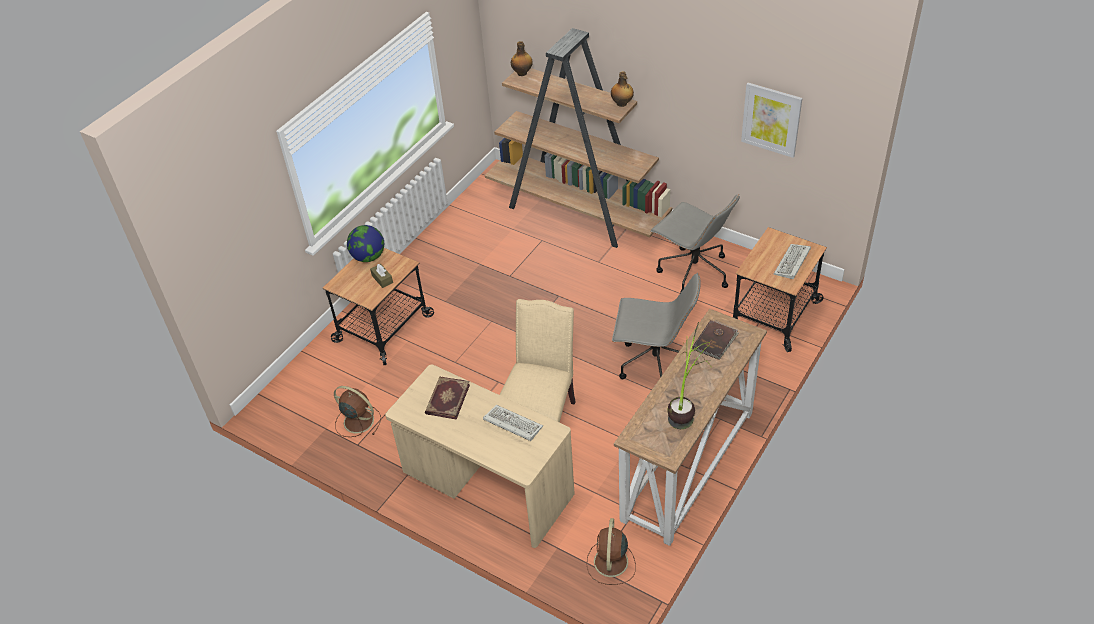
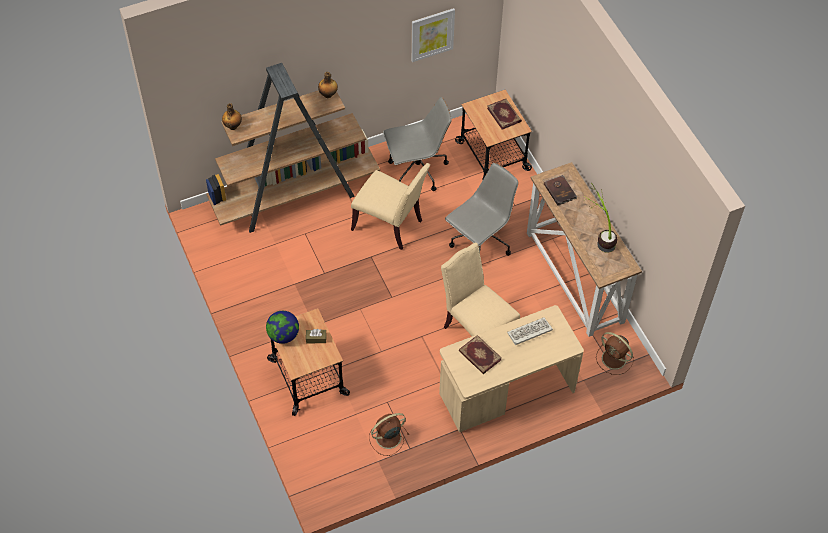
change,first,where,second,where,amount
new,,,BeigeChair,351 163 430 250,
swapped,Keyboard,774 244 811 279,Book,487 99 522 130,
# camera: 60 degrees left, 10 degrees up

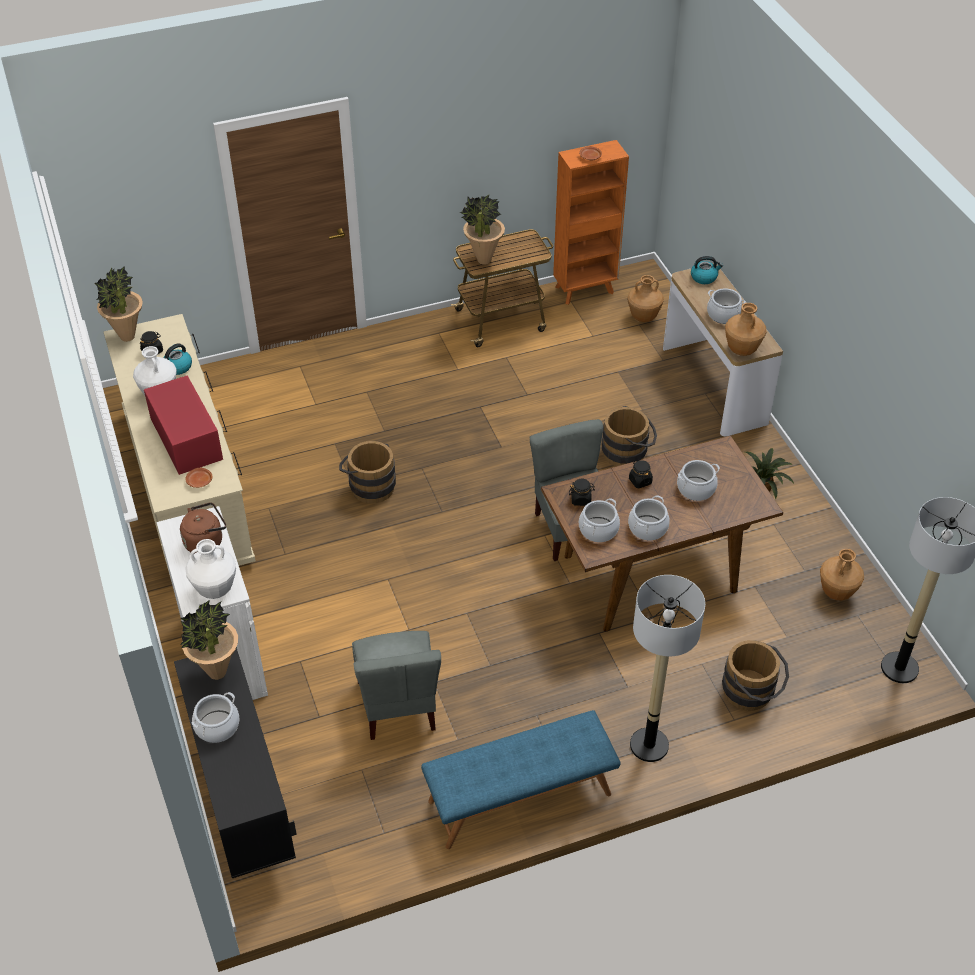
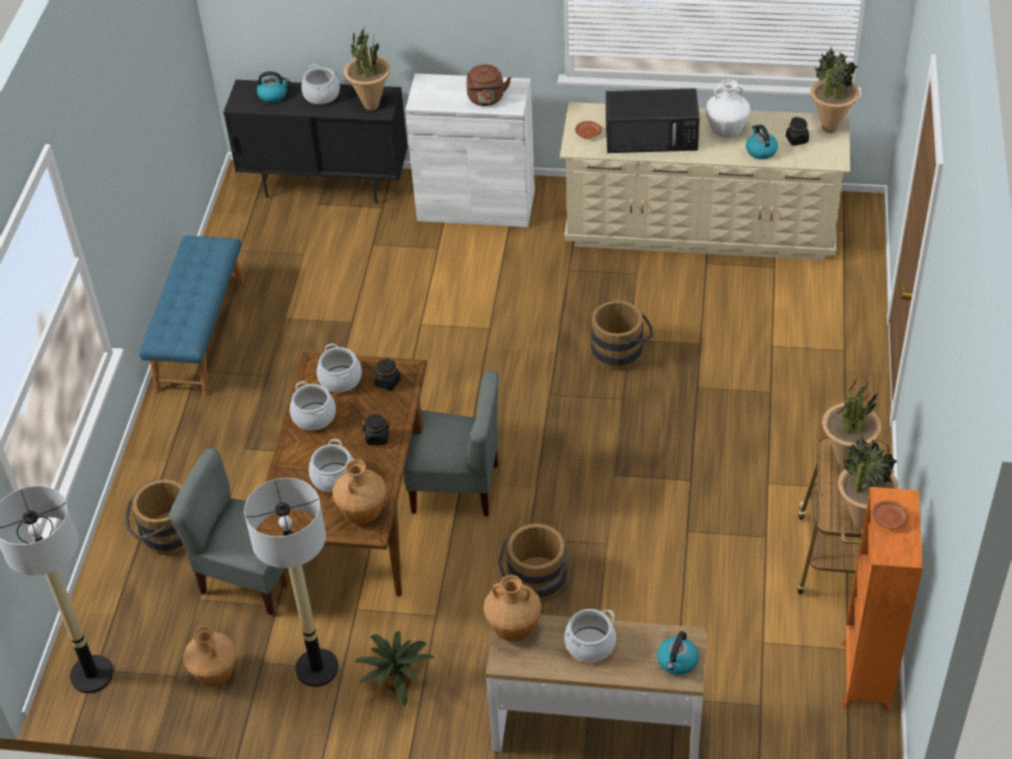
change,first,where,second,where,amount
gone,WhiteVase,185 539 236 599,,,
new,,,Kettle,257 71 290 103,
new,,,PottedPlant,838 435 899 528,
shifted,GreyChair,352 631 441 740,,169 448 285 615,
shifted,BrownVase,627 275 664 322,,332 459 386 524,
shifted,FloorLamp,630 575 705 762,,244 478 339 687,
repainted,RedMicrowave,144 375 223 475,BlackMicrowave,606 88 700 153,
# camera: 120 degrees right, 0 degrees up

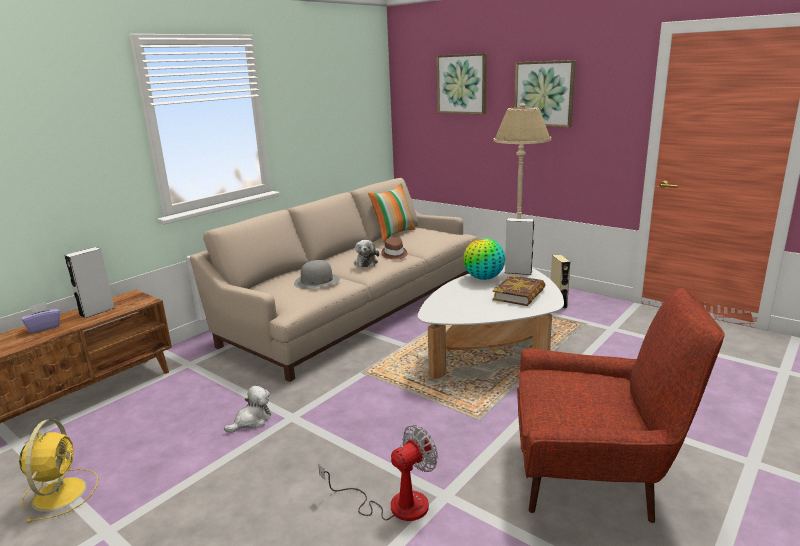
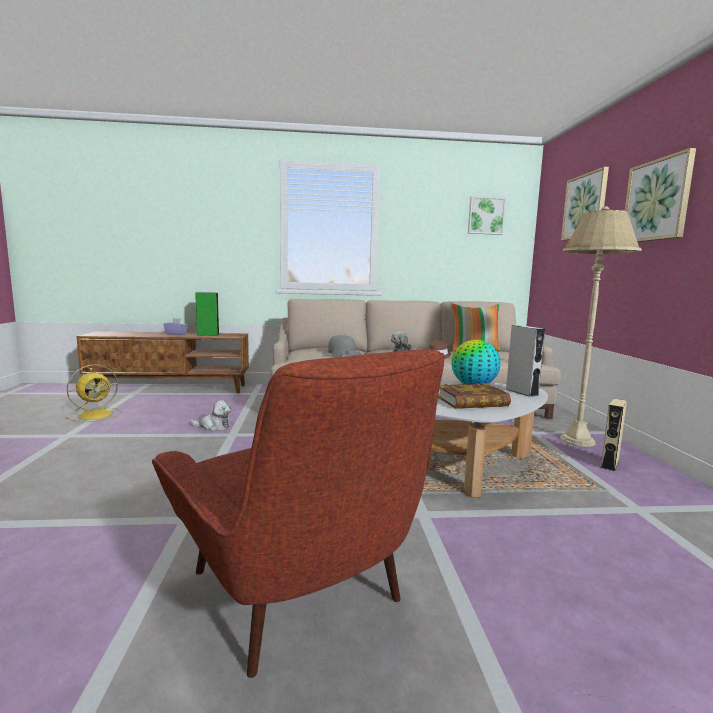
change,first,where,second,where,amount
gone,Fan,319 425 438 521,,,
new,,,Picture,468 196 506 235,
repainted,GreySpeaker,64 247 115 319,GreenSpeaker,195 292 219 336,
# camera: 45 degrees right, 10 degrees down

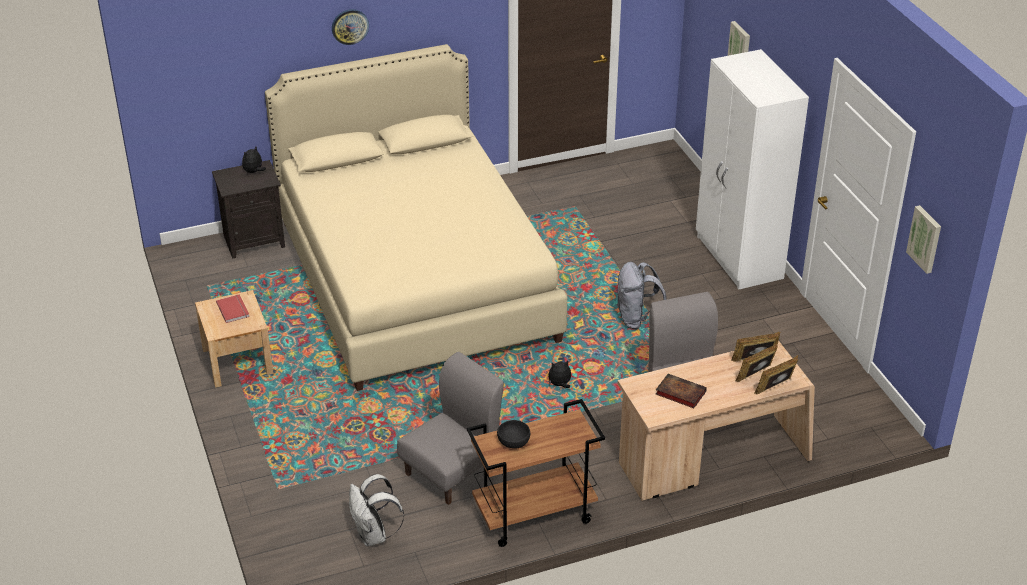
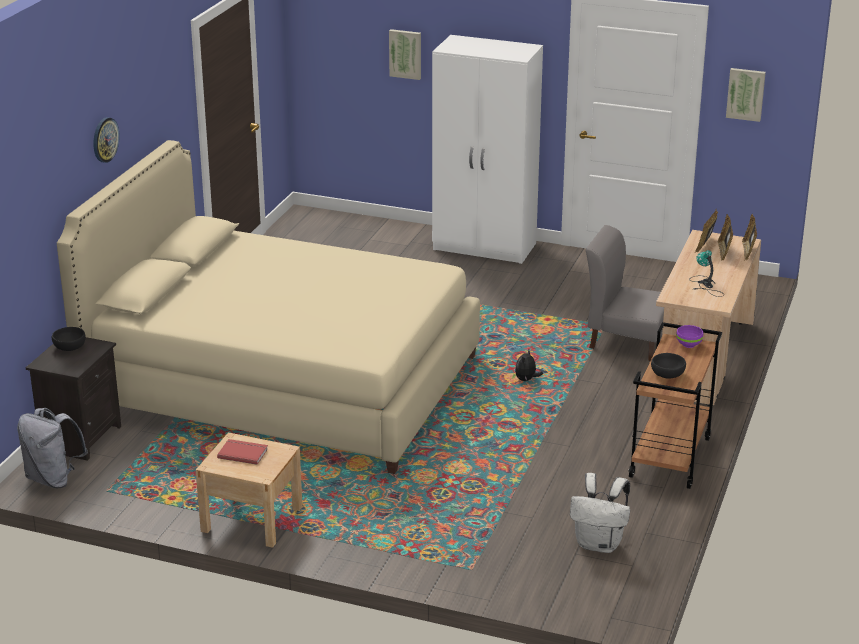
change,first,where,second,where,amount
gone,GreyChair,397 352 504 505,,,
new,,,PurpleBowl,676 325 703 348,
shifted,GreyBackpack,617 262 667 329,,17 408 88 488,
swapped,PlushToy,242 146 266 173,BlackBowl,52 327 86 351,
swapped,Book,656 374 707 408,TableLamp,689 250 724 297,
# camera: 50 degrees left, 10 degrees down

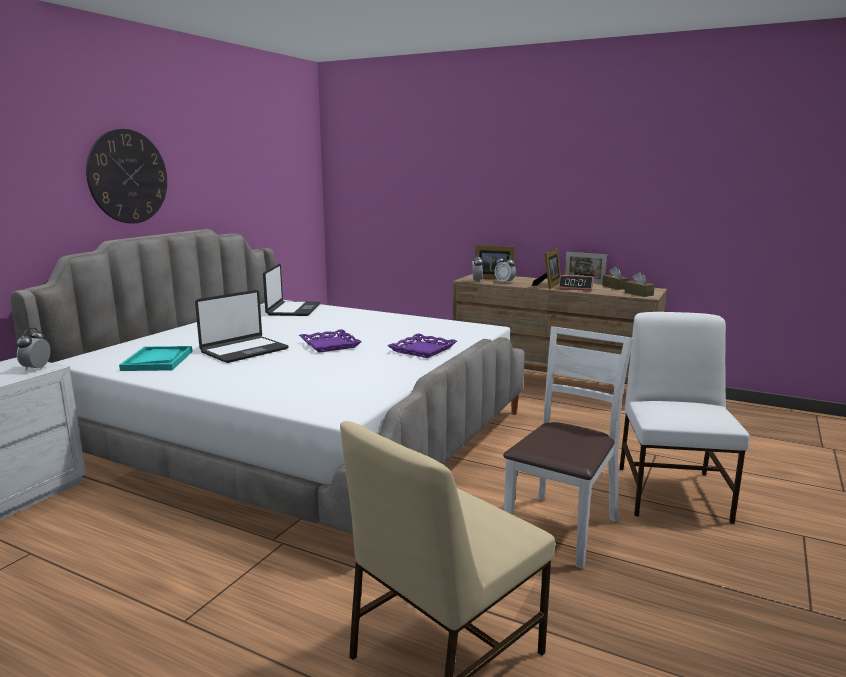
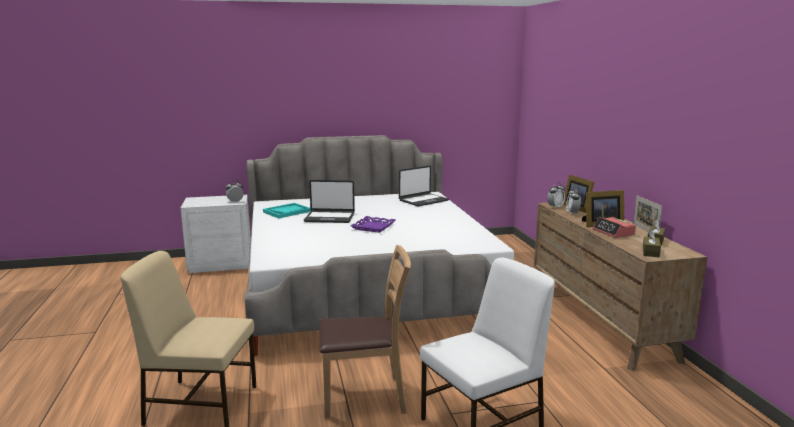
change,first,where,second,where,amount
gone,WallClock,86 129 167 224,,,
gone,PurpleTray,388 334 457 358,,,
repainted,WhiteChair,503 327 634 569,BrownChair,319 245 411 419,
# camera: 50 degrees right, 0 degrees up

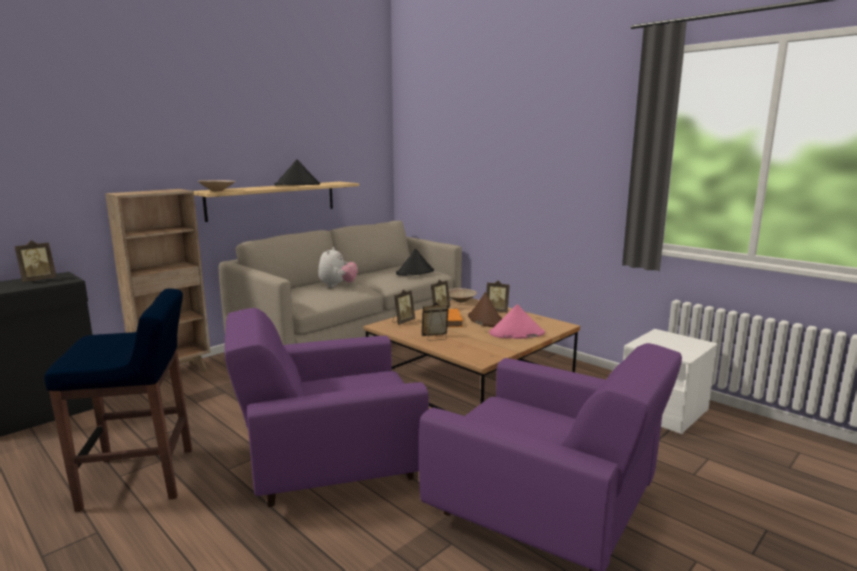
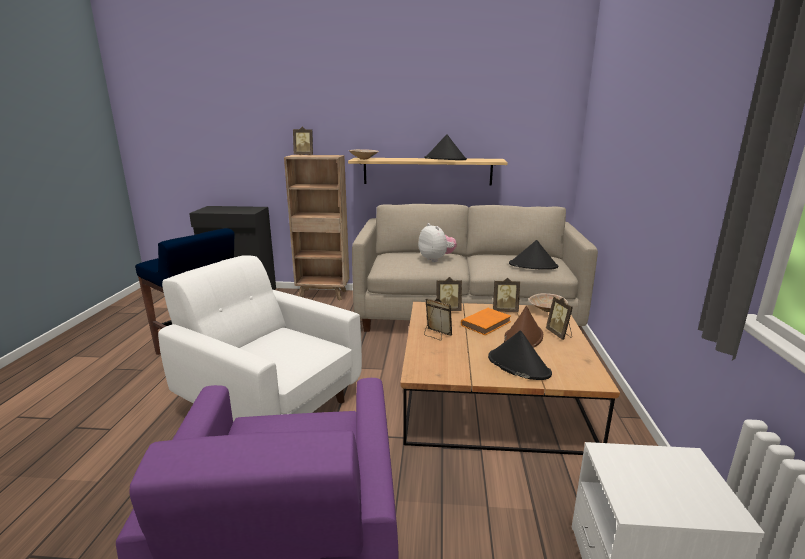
change,first,where,second,where,amount
shifted,PictureFrame,15 240 56 282,,293 127 313 155,
repainted,PurpleArmchair,225 308 429 507,WhiteArmchair,158 256 362 422,
repainted,PinkHat,489 304 545 339,BlackHat,488 330 552 380,
rotated,PlushToy,318 247 358 288,,418 223 457 262,90 degrees counterclockwise
# camera: 50 degrees right, 5 degrees up

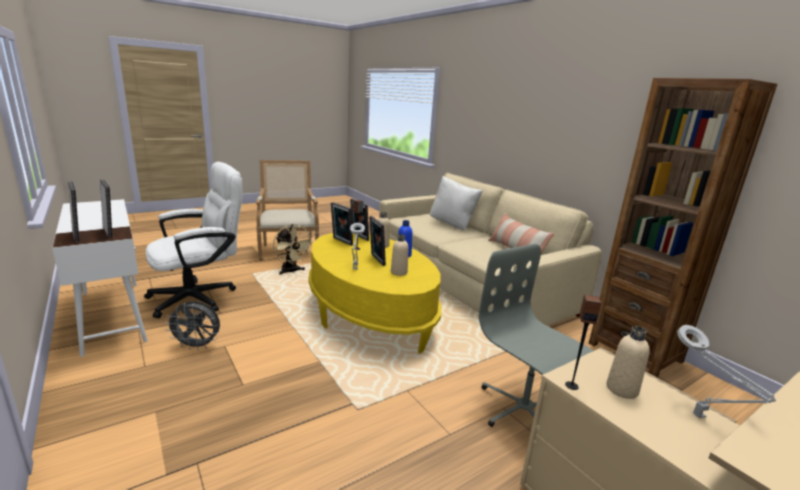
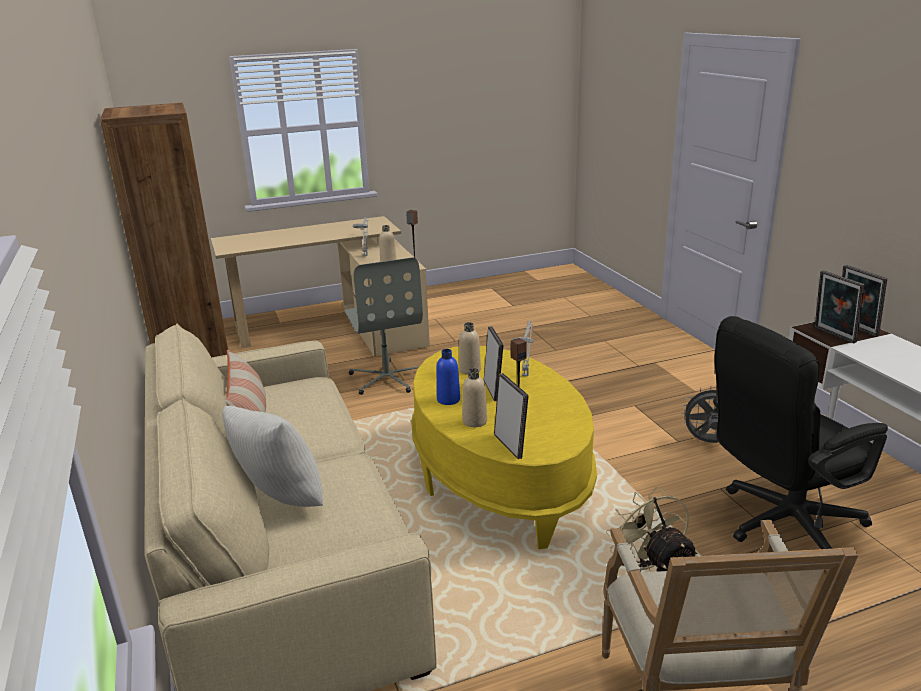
change,first,where,second,where,amount
gone,PictureFrame,331 202 353 246,,,
repainted,WhiteOfficeChair,144 162 243 318,BlackOfficeChair,713 316 888 549,
# camera: 165 degrees left, 5 degrees up

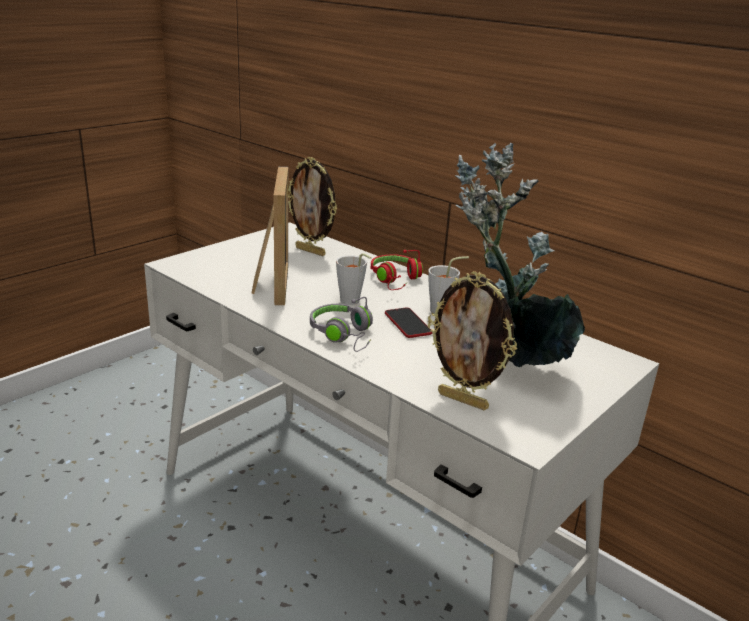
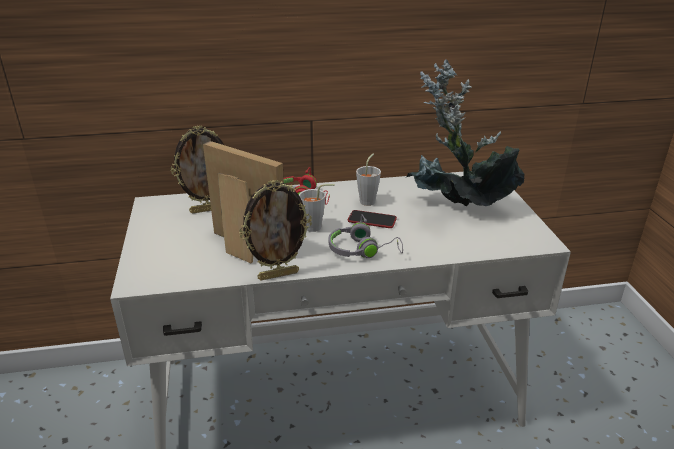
change,first,where,second,where,amount
shifted,PictureFrame,428 271 517 410,,239 180 312 281,
# camera: 50 degrees left, 5 degrees up

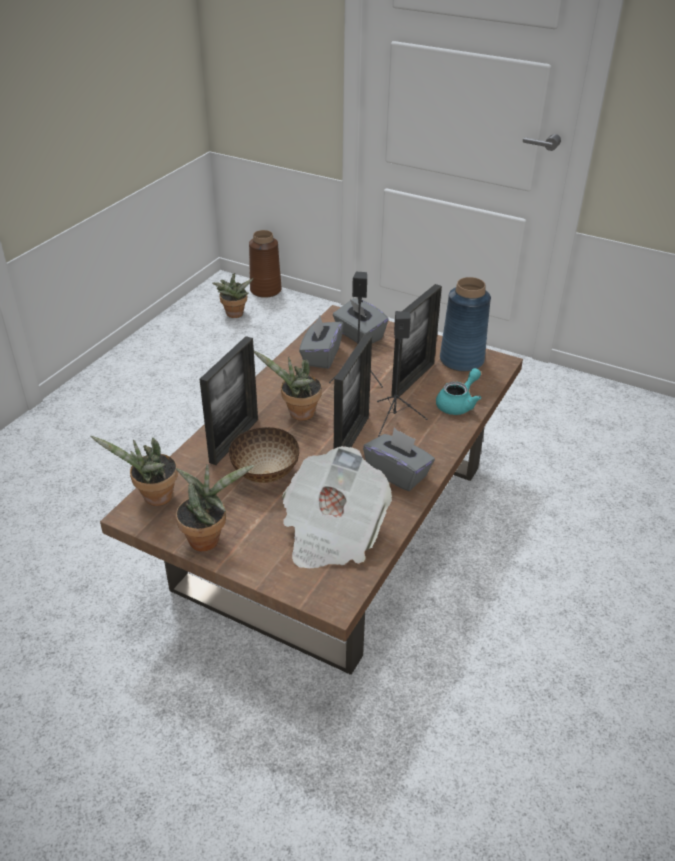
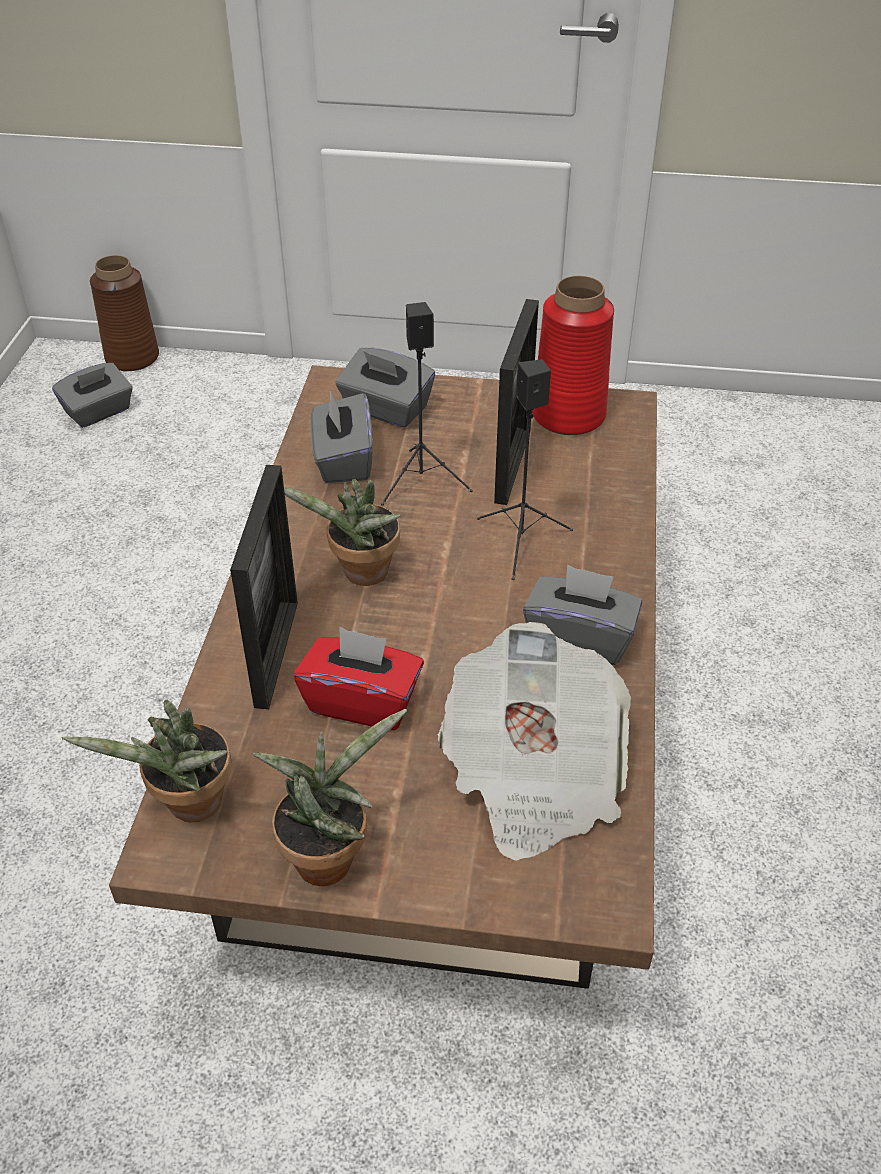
change,first,where,second,where,amount
gone,PictureFrame,334 335 372 449,,,
gone,TurquoiseTeapot,436 368 481 415,,,
swapped,PottedPlant,212 273 253 318,GreyTissueBox,52 363 133 428,
swapped,Bowl,229 427 299 483,RedTissueBox,294 627 424 730,
repainted,BlueVase,440 277 491 372,RedVase,532 276 614 435,
# camera: 20 degrees left, 5 degrees up

